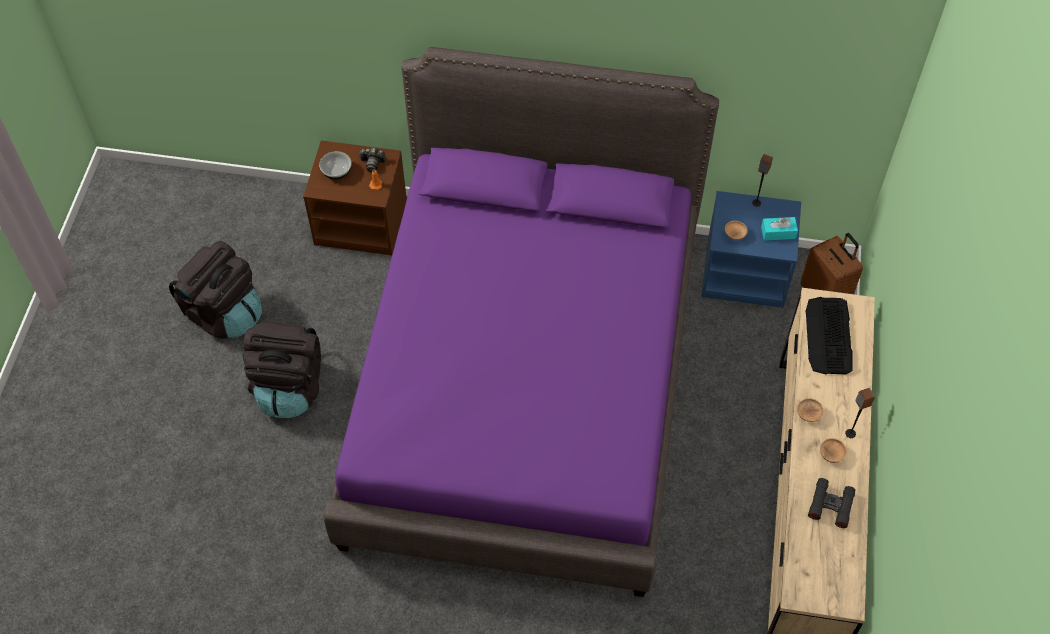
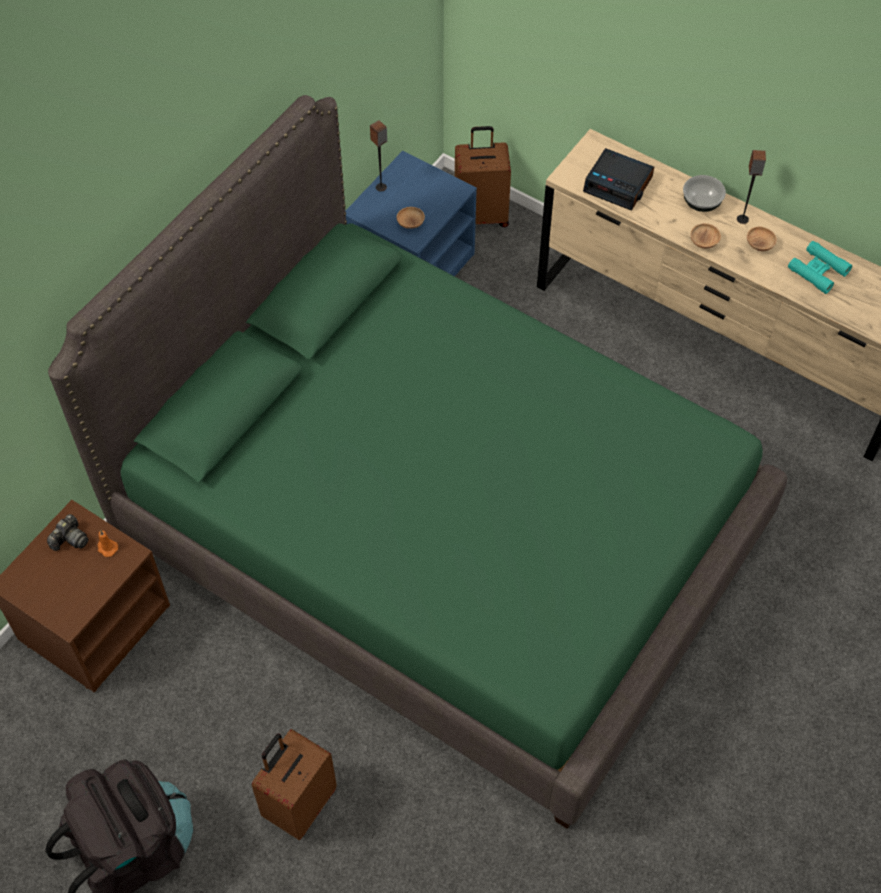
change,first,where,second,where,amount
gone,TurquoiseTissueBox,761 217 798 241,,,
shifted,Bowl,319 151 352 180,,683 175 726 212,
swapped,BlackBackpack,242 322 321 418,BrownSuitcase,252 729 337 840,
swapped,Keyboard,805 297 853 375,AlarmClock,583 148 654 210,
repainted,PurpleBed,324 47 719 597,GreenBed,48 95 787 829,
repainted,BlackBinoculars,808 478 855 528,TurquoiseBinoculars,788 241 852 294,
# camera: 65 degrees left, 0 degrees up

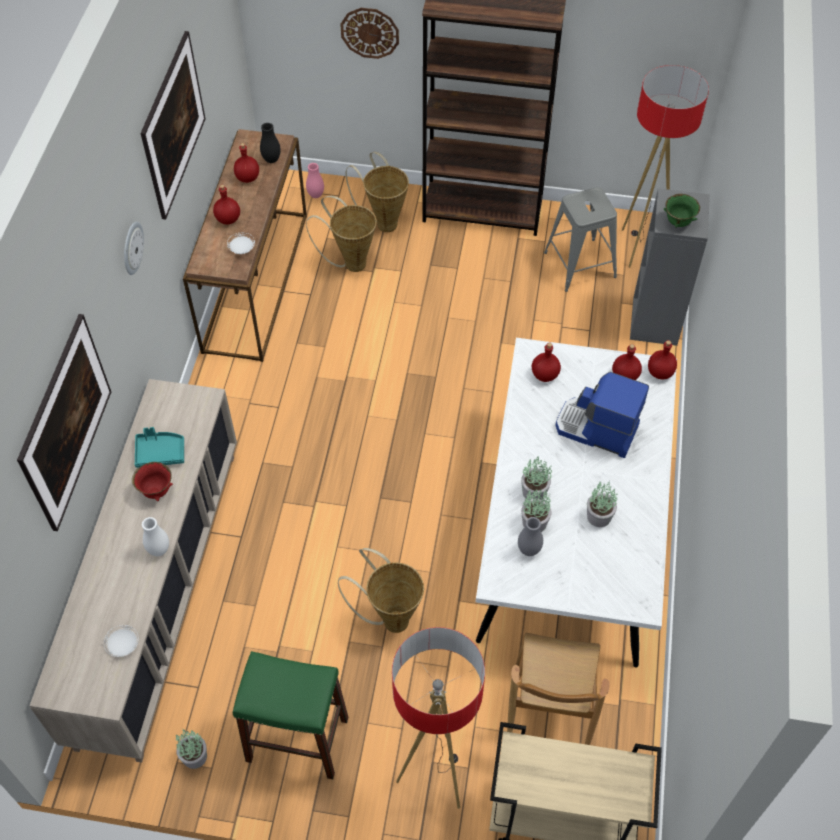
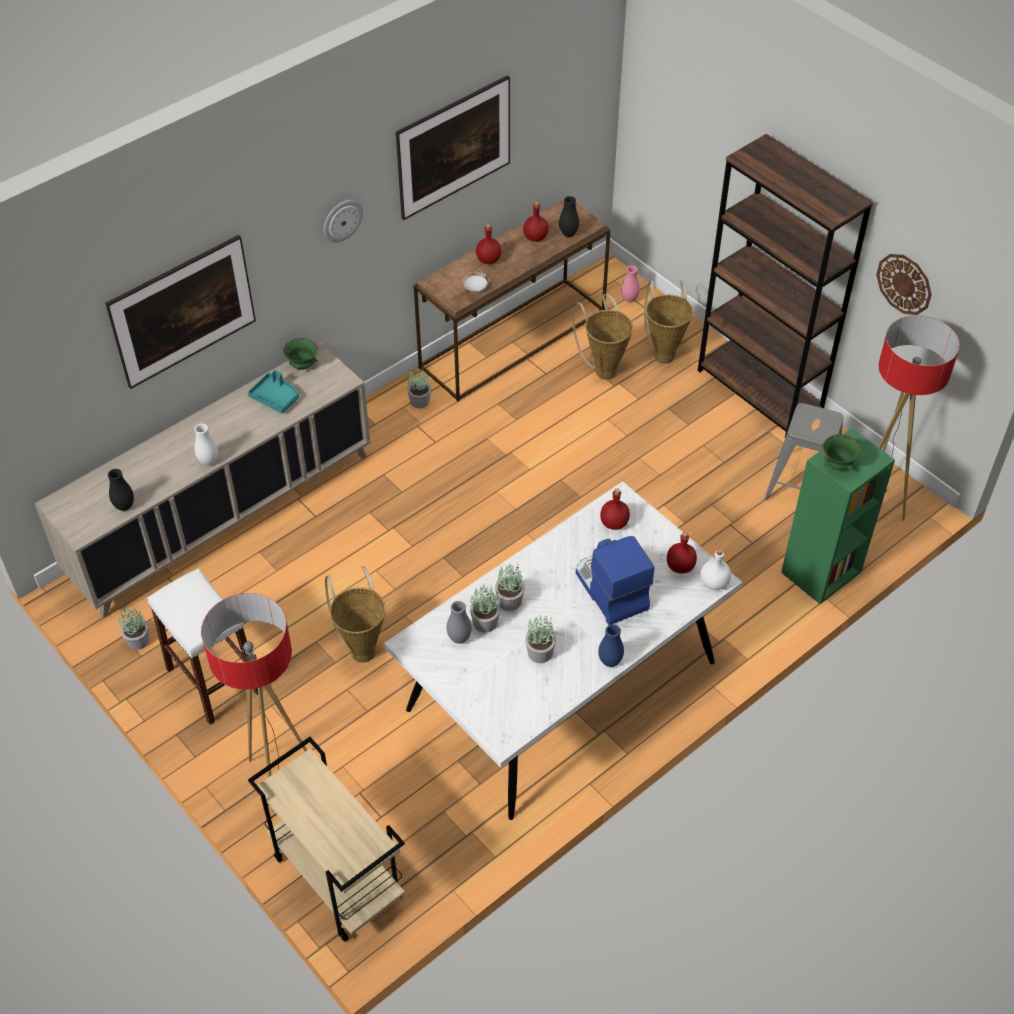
change,first,where,second,where,amount
gone,RedBowl,132 462 173 501,,,
gone,BrownChair,507 633 610 745,,,
new,,,GreenBowl,283 338 318 370,
new,,,PottedPlant,407 368 431 408,
new,,,BlueVase,598 624 624 667,
shifted,WallClock,340 8 399 59,,876 254 932 315,
swapped,WhitePlate,104 625 139 657,BlackVase,108 469 134 511,
repainted,GreenStool,233 651 348 779,WhiteStool,148 568 258 724,
repainted,GreyBookcase,630 188 710 346,GreenBookcase,781 428 895 604,
repainted,RedBottle,648 340 677 379,WhiteBottle,700 549 731 590,
# camera: 40 degrees right, 5 degrees down

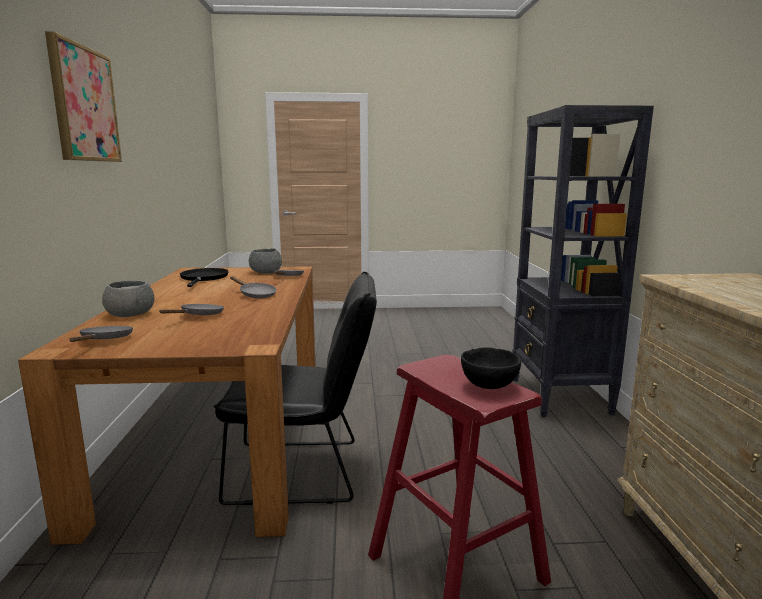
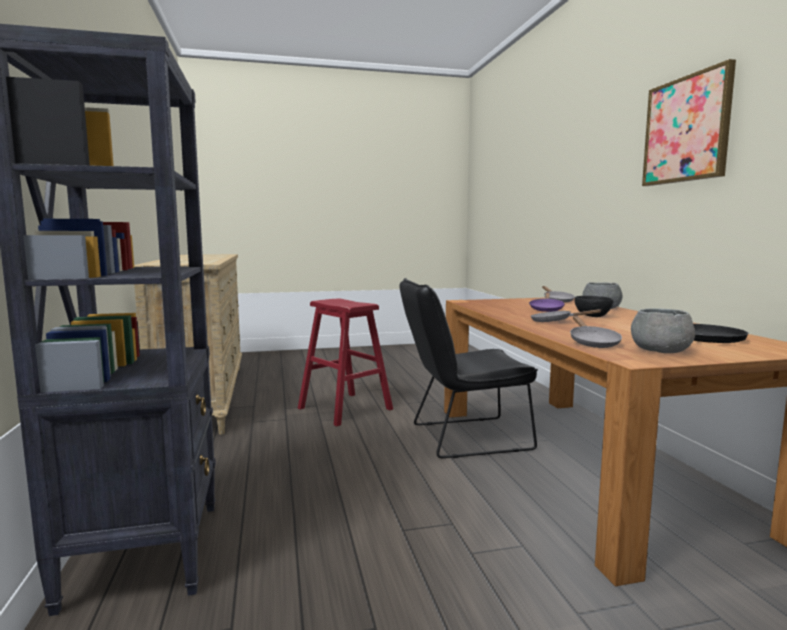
change,first,where,second,where,amount
shifted,BlackBowl,461 347 521 389,,574 296 613 317,
repainted,GreyFryingPan,160 304 224 315,PurpleFryingPan,529 292 565 312,
# camera: 170 degrees right, 5 degrees down

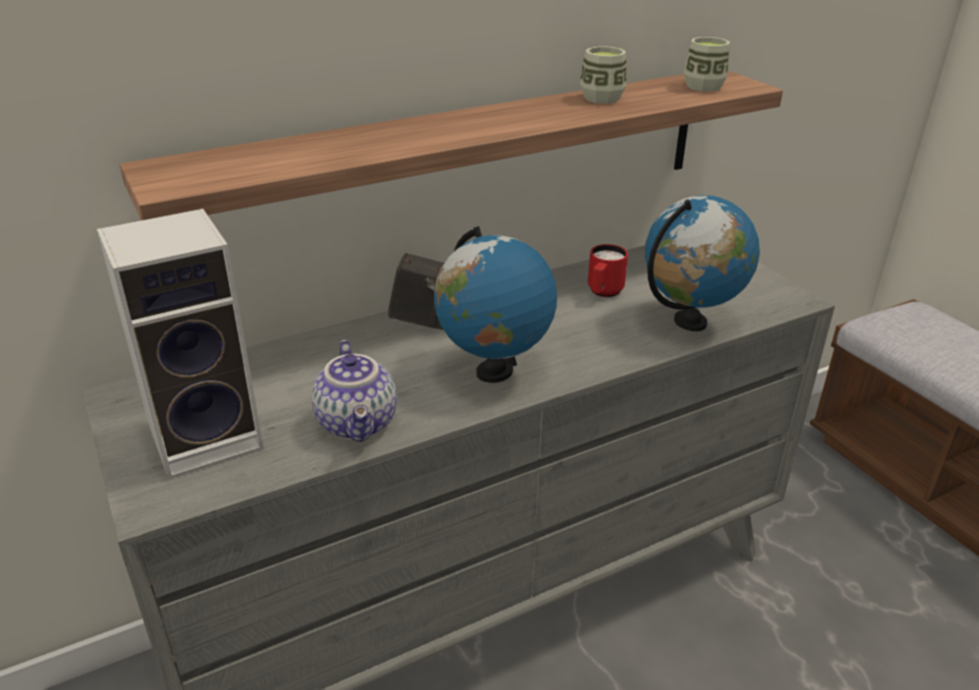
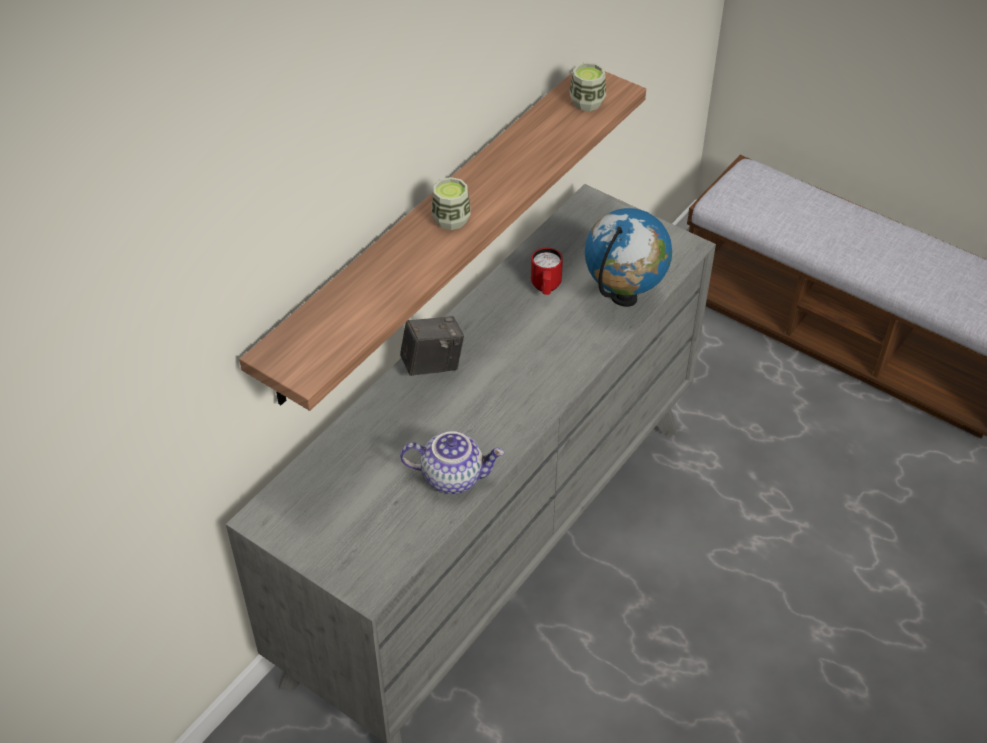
change,first,where,second,where,amount
gone,Speaker,97 209 264 480,,,
gone,Globe,434 226 557 383,,,
shifted,Cup,580 46 626 104,,432 177 471 230,
rotated,Teapot,311 340 397 442,,400 431 504 494,45 degrees counterclockwise
# camera: 25 degrees left, 15 degrees up

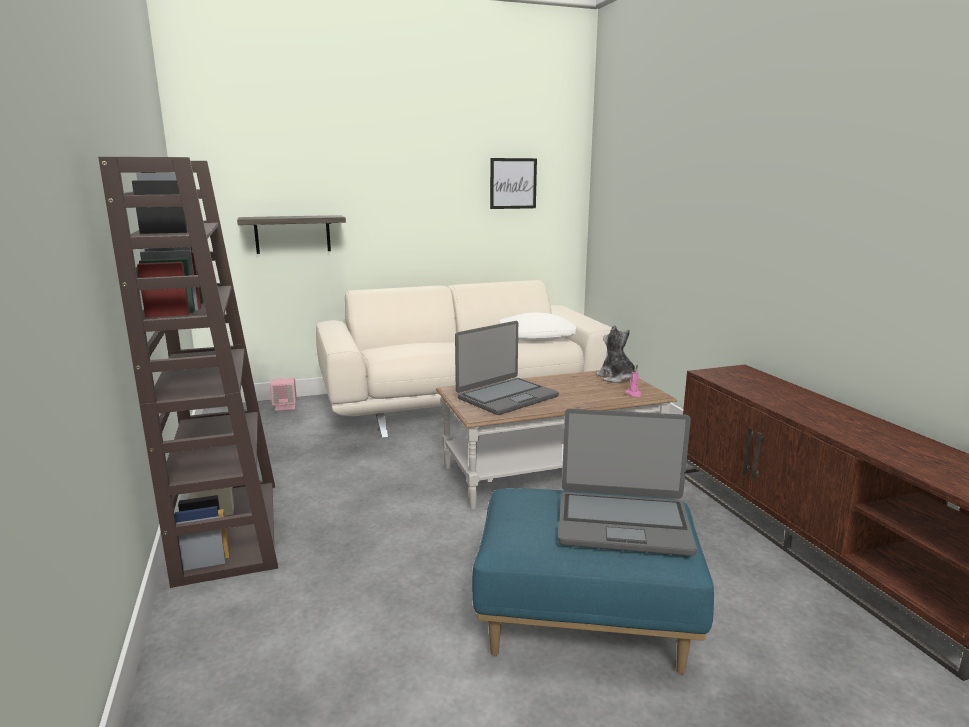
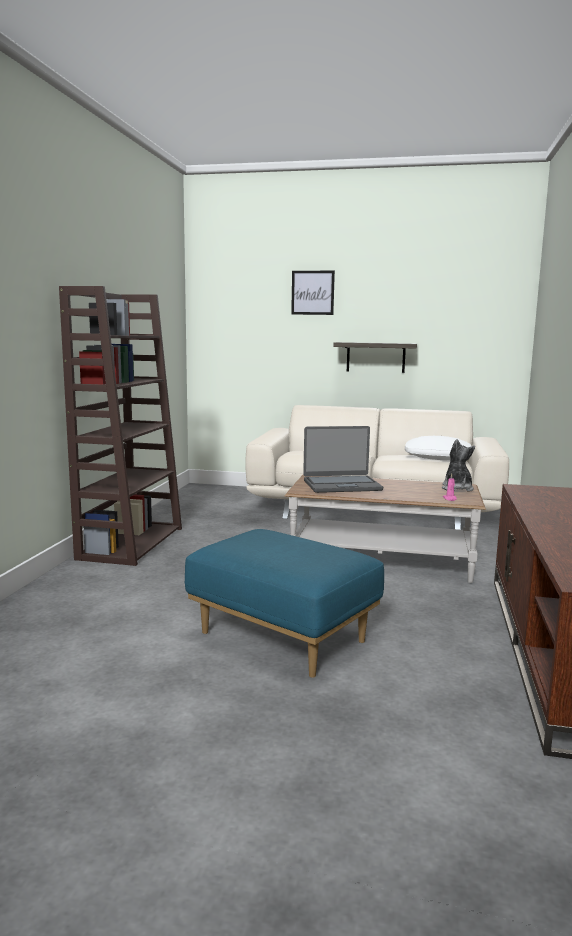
change,first,where,second,where,amount
gone,PinkSpeaker,270 378 297 411,,,
gone,Laptop,558 409 697 556,,,
shifted,Shelf,237 215 346 254,,333 342 417 373,
shifted,Picture,490 158 537 209,,291 271 335 315,
# camera: 30 degrees right, 5 degrees down

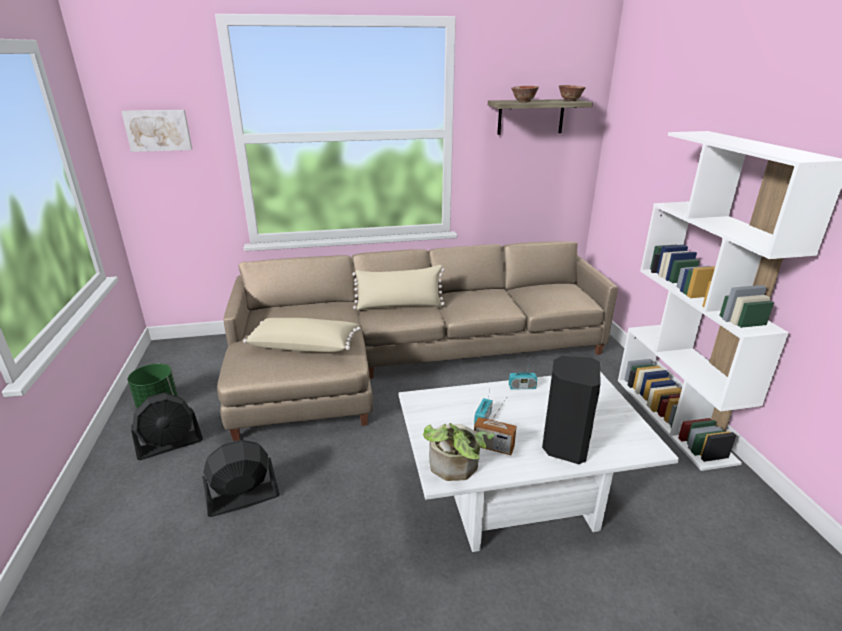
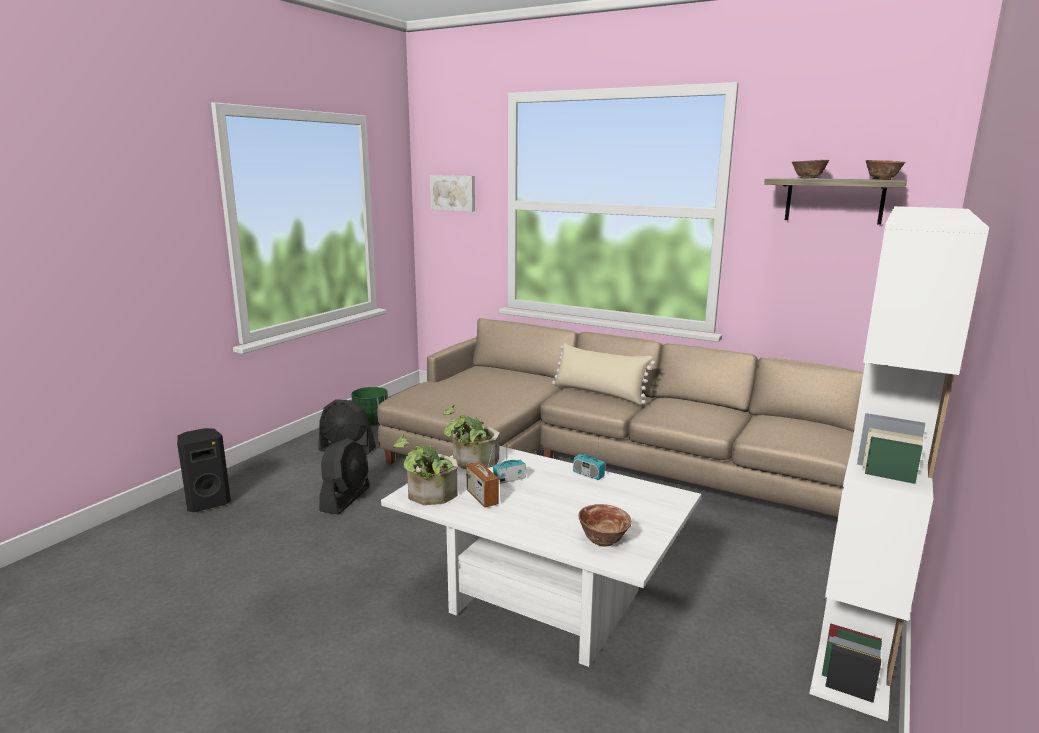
change,first,where,second,where,amount
gone,BeigePillow,243 318 361 352,,,
new,,,PottedPlant,442 404 500 469,
new,,,Bowl,578 504 632 547,
shifted,BlackSpeaker,542 356 601 464,,177 428 231 512,
rotated,BlackFan,202 440 280 517,,319 438 370 514,90 degrees clockwise
# camera: 40 degrees right, 10 degrees down

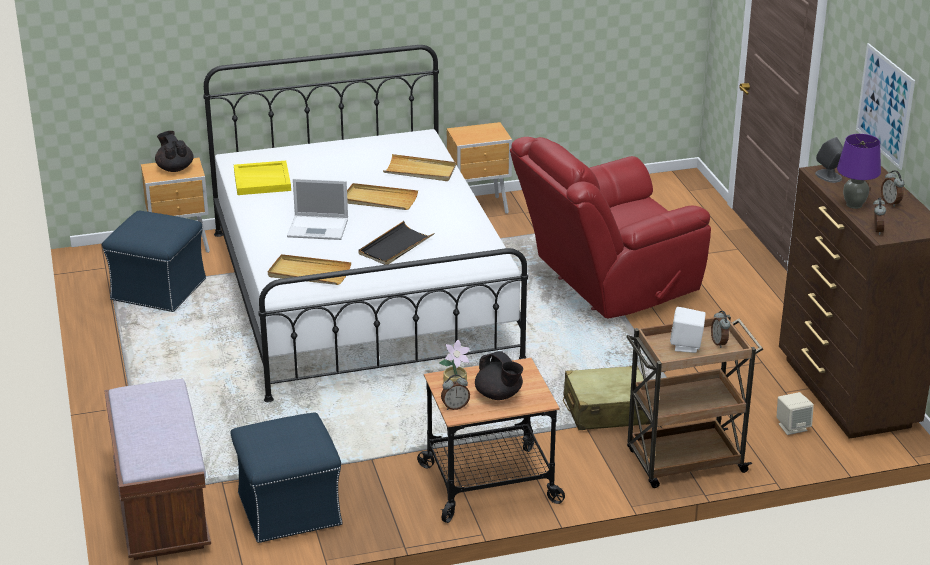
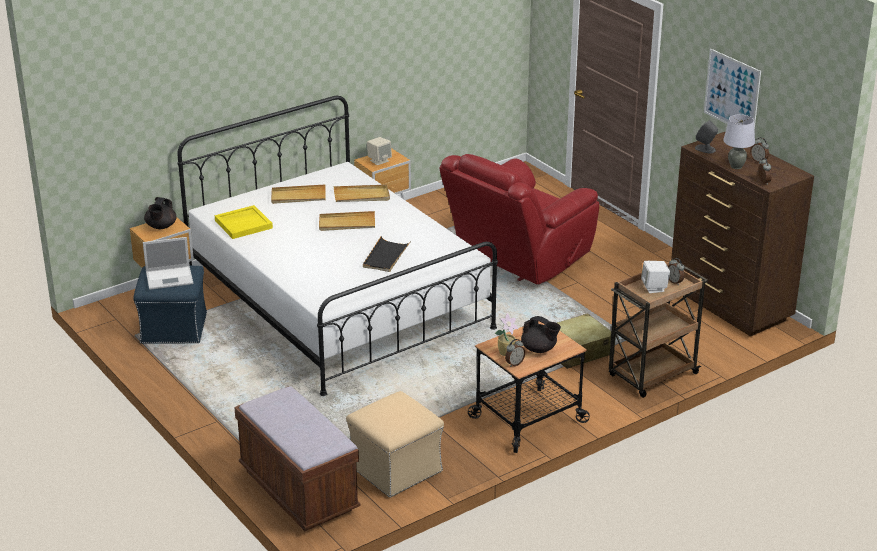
change,first,where,second,where,amount
shifted,BeigeTray,268 254 351 285,,271 184 326 204,
shifted,Laptop,287 178 348 240,,143 237 193 290,
shifted,BeigeSpeaker,777 392 814 435,,367 137 392 165,
repainted,BlueOttoman,231 413 343 543,BeigeOttoman,346 391 444 498,
repainted,PurpleTableLamp,837 134 881 209,GreyTableLamp,723 114 755 169,
rotated,BlackTeapot,155 131 194 172,,144 197 177 229,120 degrees counterclockwise
# camera: 20 degrees left, 0 degrees up

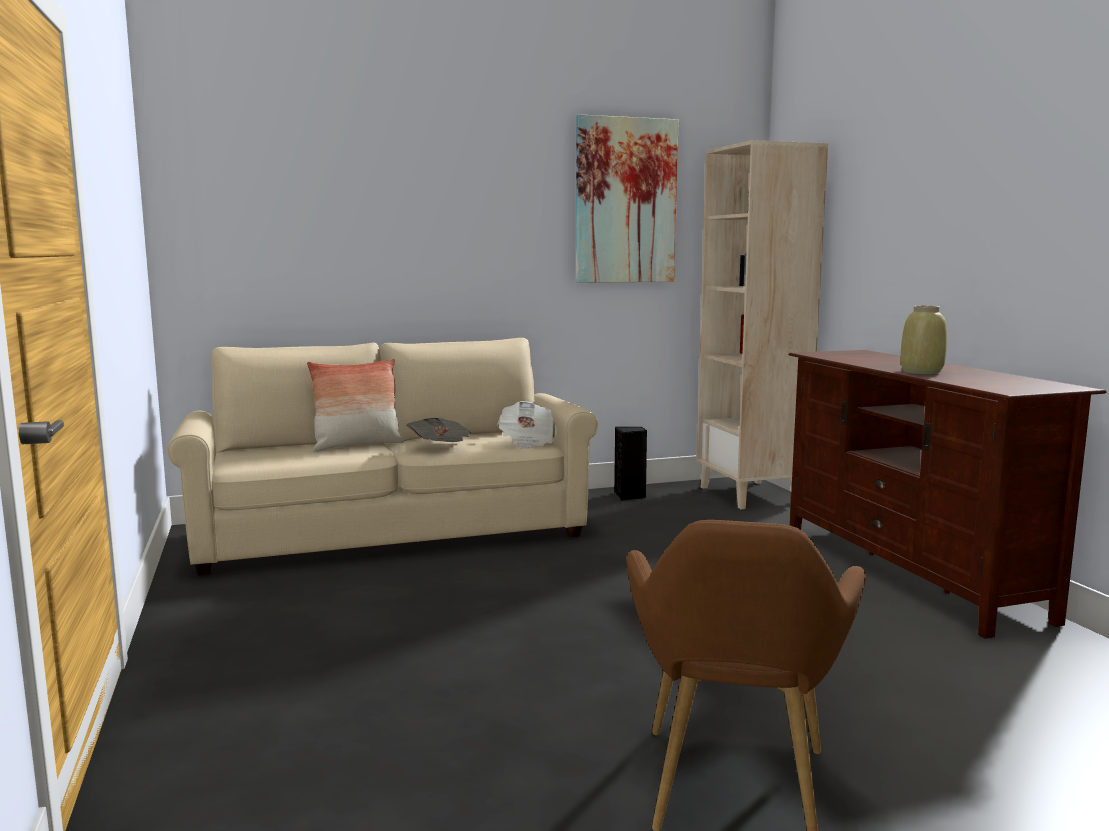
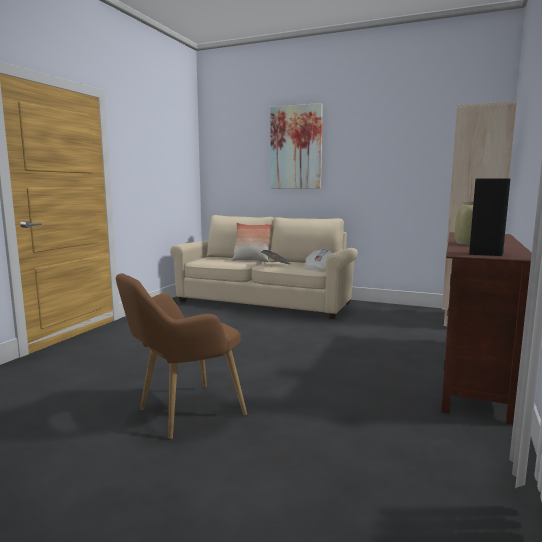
change,first,where,second,where,amount
shifted,Picture,576 114 679 283,,270 103 323 189,
shifted,BlackSpeaker,614 426 647 500,,469 178 510 256,
# camera: 40 degrees right, 0 degrees up

